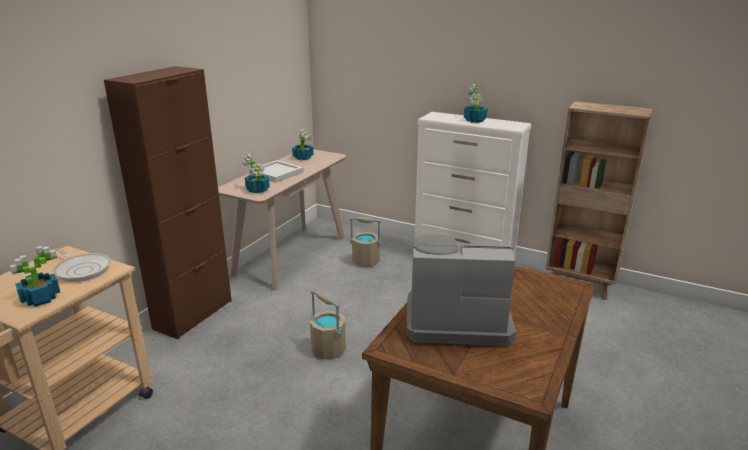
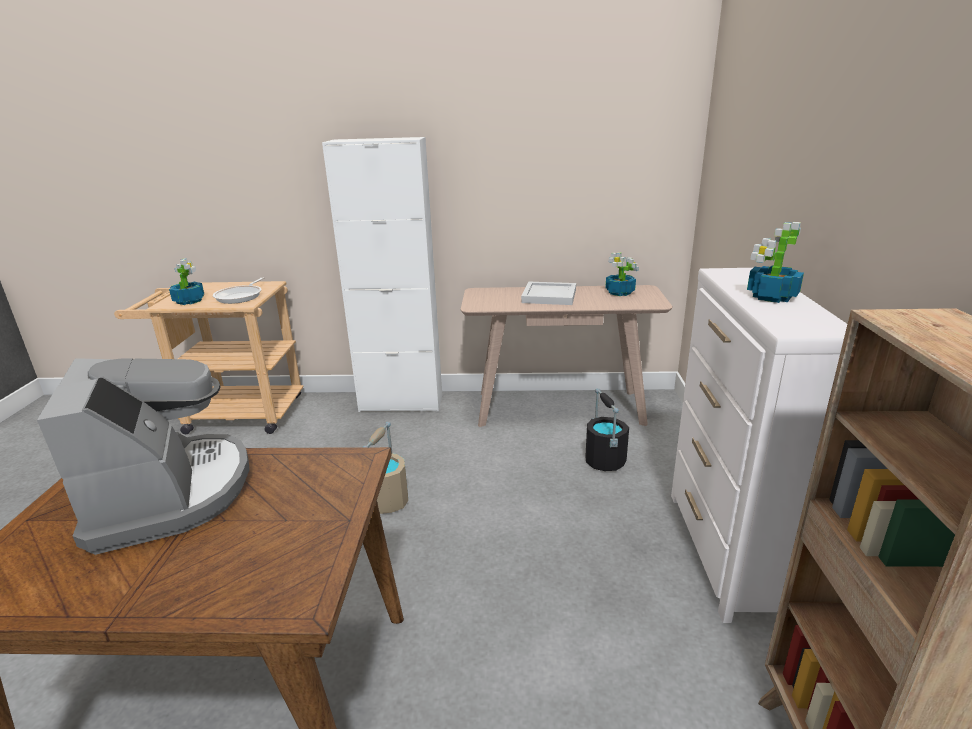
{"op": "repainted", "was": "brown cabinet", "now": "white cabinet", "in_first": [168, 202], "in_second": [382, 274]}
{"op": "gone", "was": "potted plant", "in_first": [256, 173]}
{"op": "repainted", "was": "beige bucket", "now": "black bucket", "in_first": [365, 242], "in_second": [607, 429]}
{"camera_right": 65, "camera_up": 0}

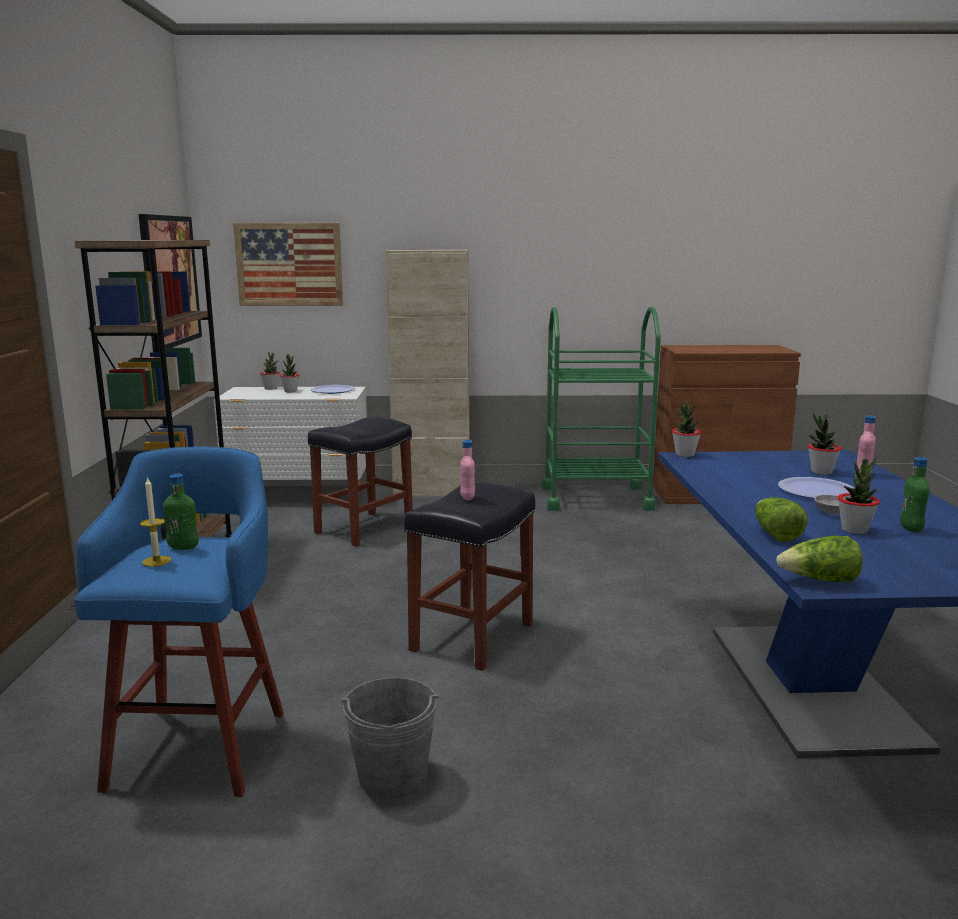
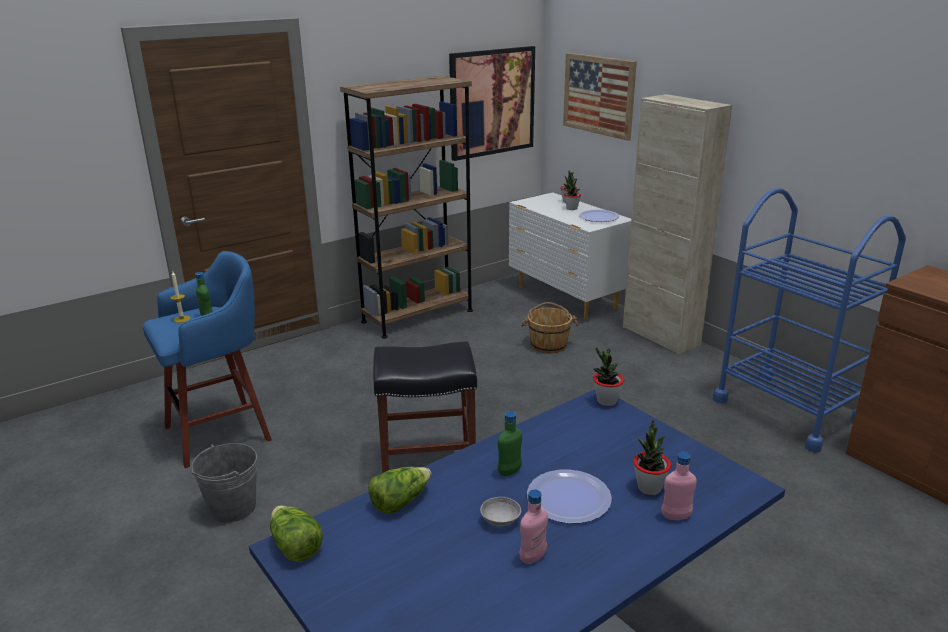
{"op": "repainted", "was": "green cart", "now": "blue cart", "in_first": [601, 409], "in_second": [809, 320]}
{"op": "swapped", "was": "black stool", "now": "brown bucket", "in_first": [360, 482], "in_second": [550, 328]}
{"op": "shifted", "was": "pink bottle", "in_first": [467, 470], "in_second": [533, 526]}
{"op": "gone", "was": "potted plant", "in_first": [858, 495]}
{"op": "shifted", "was": "green bottle", "in_first": [915, 495], "in_second": [510, 443]}
{"camera_right": 55, "camera_up": 10}

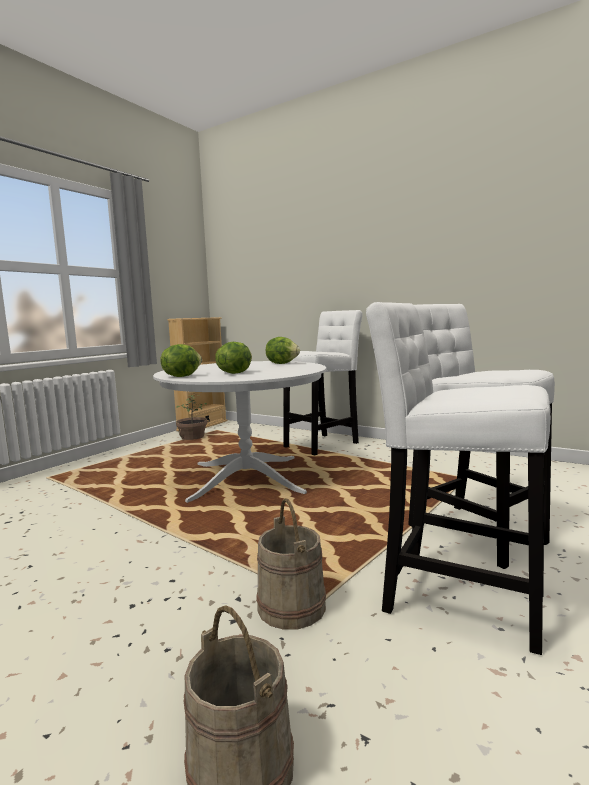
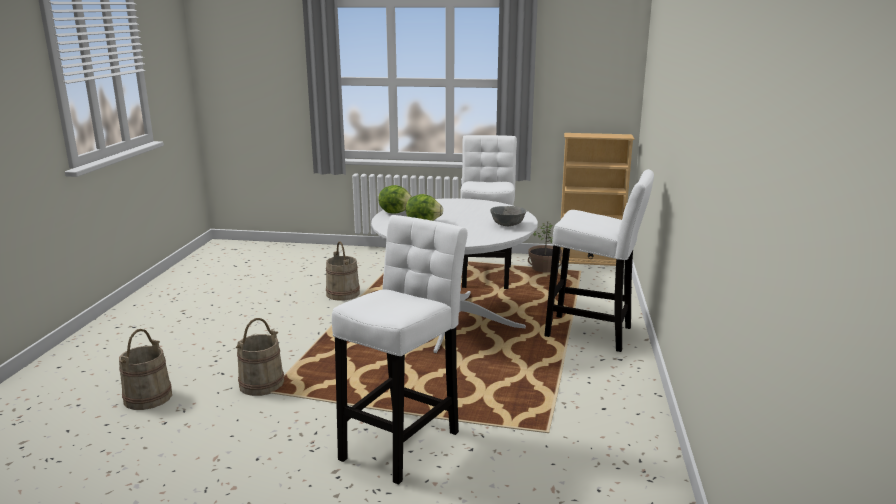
{"op": "shifted", "was": "white stool", "in_first": [458, 478], "in_second": [488, 212]}
{"op": "swapped", "was": "lettuce", "now": "grey bowl", "in_first": [283, 350], "in_second": [508, 216]}
{"op": "new", "now": "beige bucket", "in_second": [343, 271]}
{"camera_right": 65, "camera_up": 10}

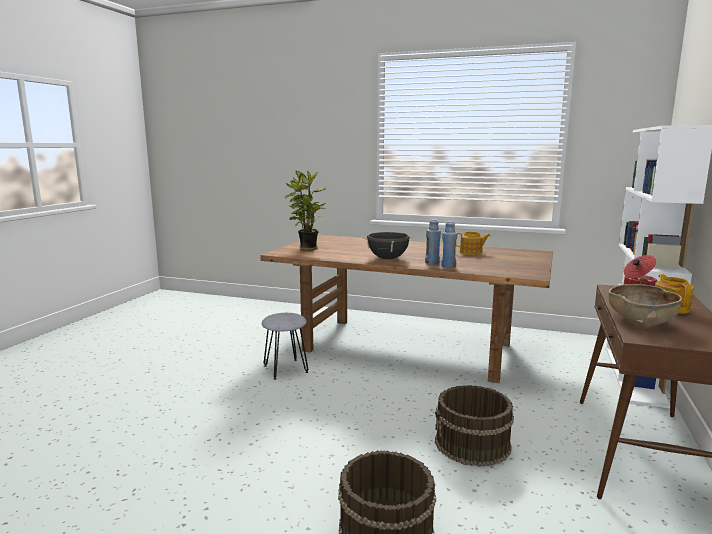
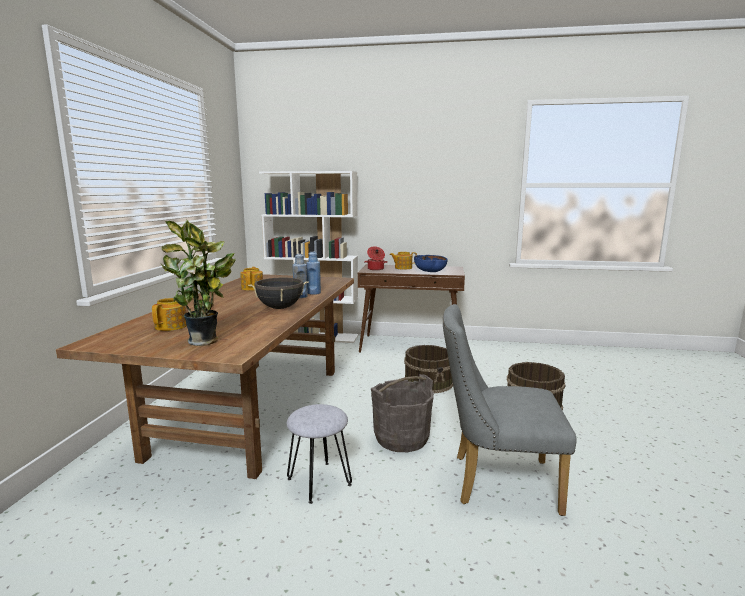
{"op": "repainted", "was": "brown bowl", "now": "blue bowl", "in_first": [645, 304], "in_second": [431, 263]}
{"op": "new", "now": "teapot", "in_second": [169, 314]}
{"op": "new", "now": "grey chair", "in_second": [510, 410]}
{"op": "new", "now": "grey bucket", "in_second": [402, 413]}
{"camera_right": -100, "camera_up": 0}

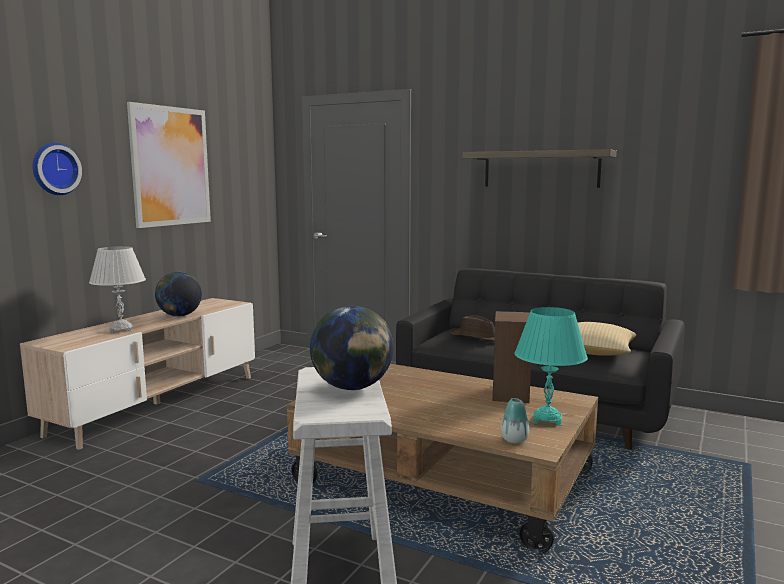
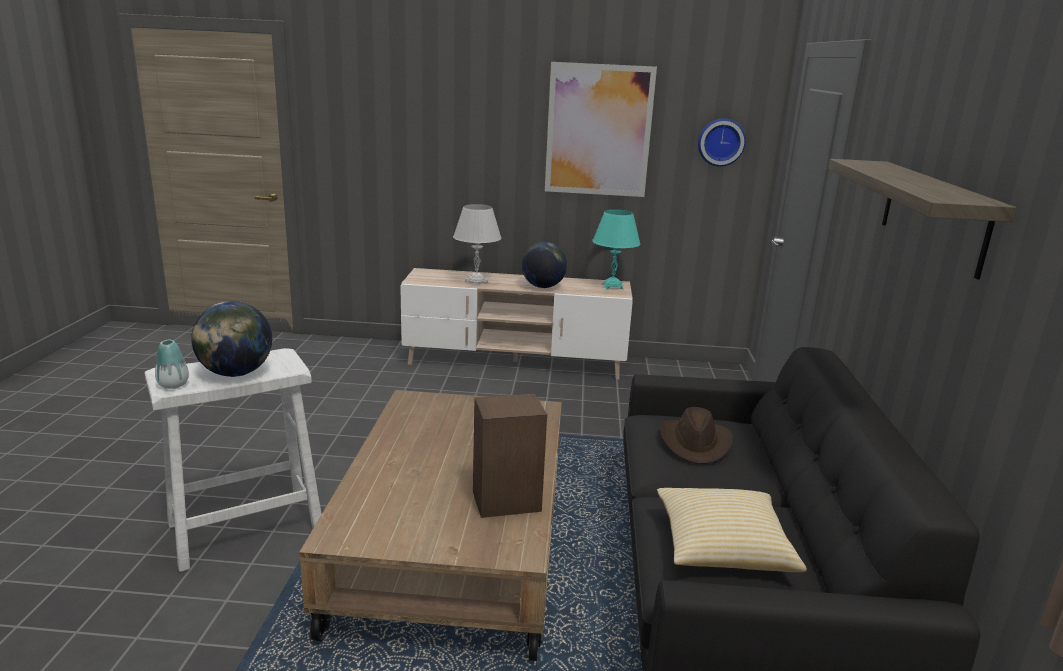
{"op": "shifted", "was": "wall clock", "in_first": [57, 169], "in_second": [722, 142]}
{"op": "shifted", "was": "turquoise table lamp", "in_first": [551, 366], "in_second": [616, 249]}
{"op": "shifted", "was": "vase", "in_first": [515, 420], "in_second": [172, 364]}
{"camera_right": 65, "camera_up": 10}

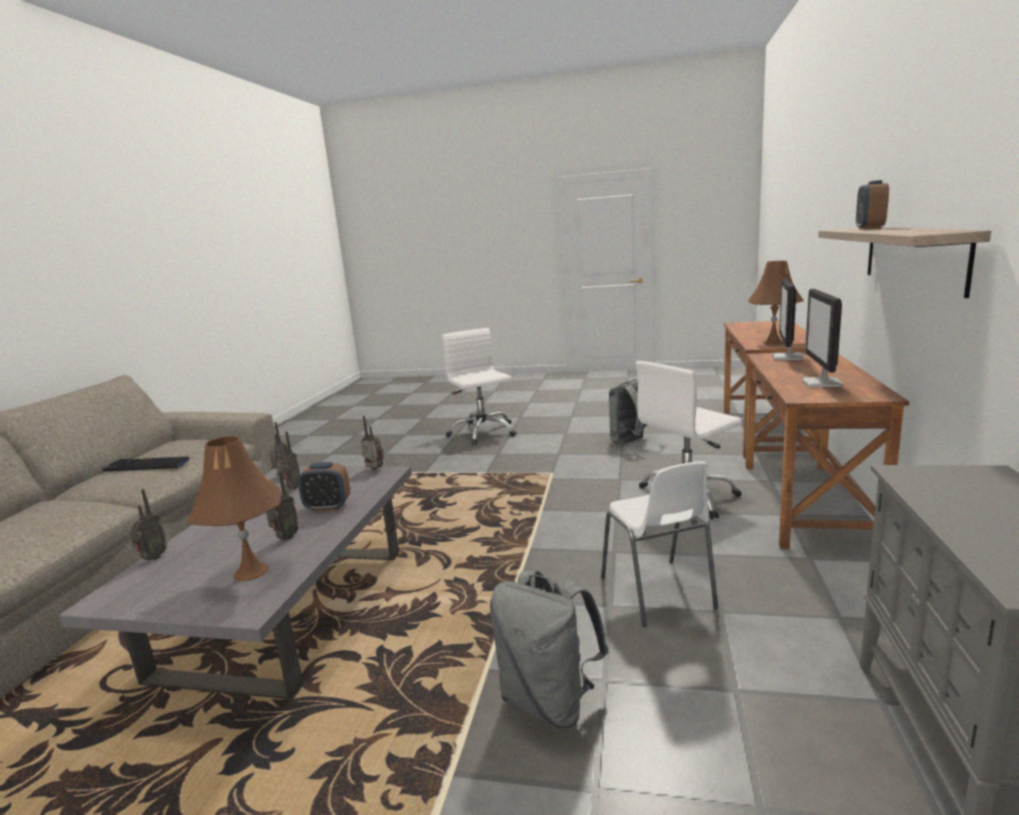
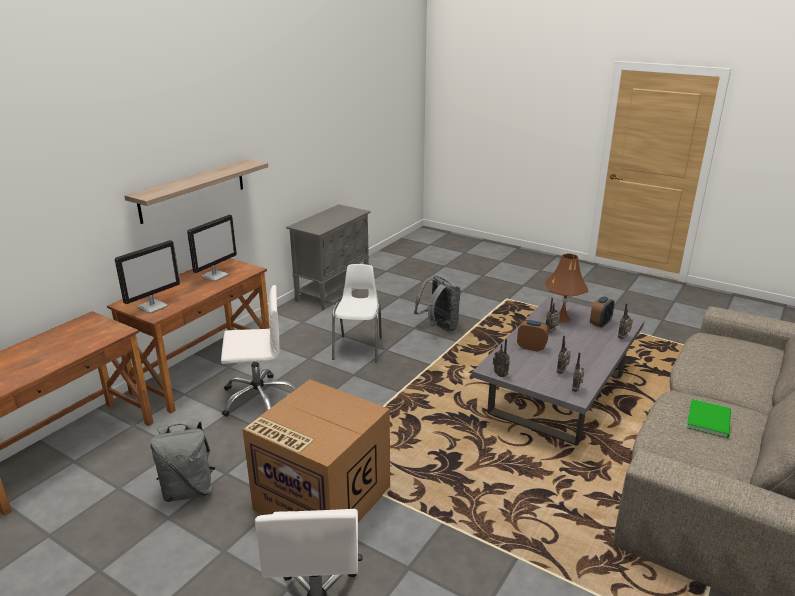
{"op": "shifted", "was": "alarm clock", "in_first": [872, 205], "in_second": [602, 312]}
{"op": "gone", "was": "brown table lamp", "in_first": [776, 303]}
{"op": "swapped", "was": "keyboard", "now": "green book", "in_first": [146, 464], "in_second": [709, 418]}
{"op": "new", "now": "cardboard box", "in_second": [316, 450]}
{"camera_right": -160, "camera_up": 10}

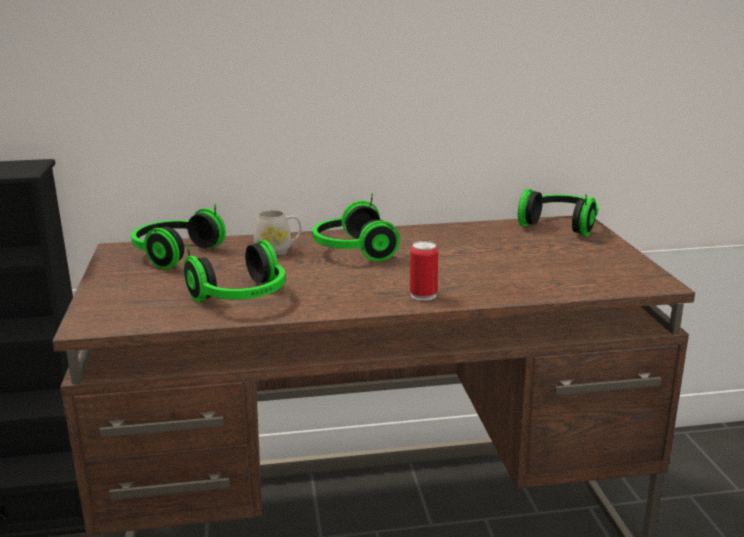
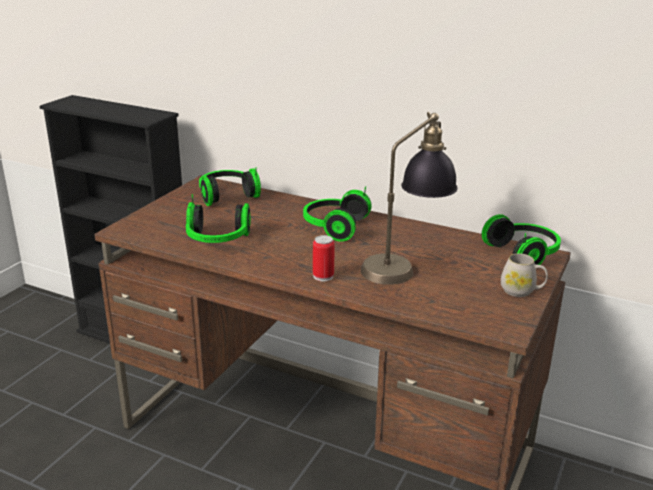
{"op": "shifted", "was": "white mug", "in_first": [277, 232], "in_second": [524, 275]}
{"op": "new", "now": "table lamp", "in_second": [409, 198]}
{"camera_right": 35, "camera_up": 5}

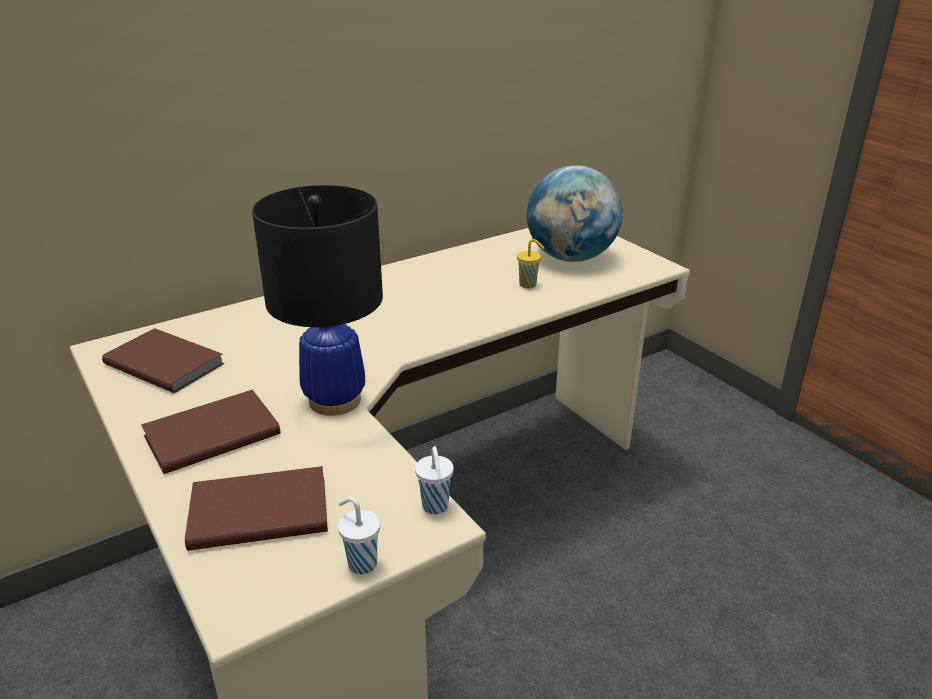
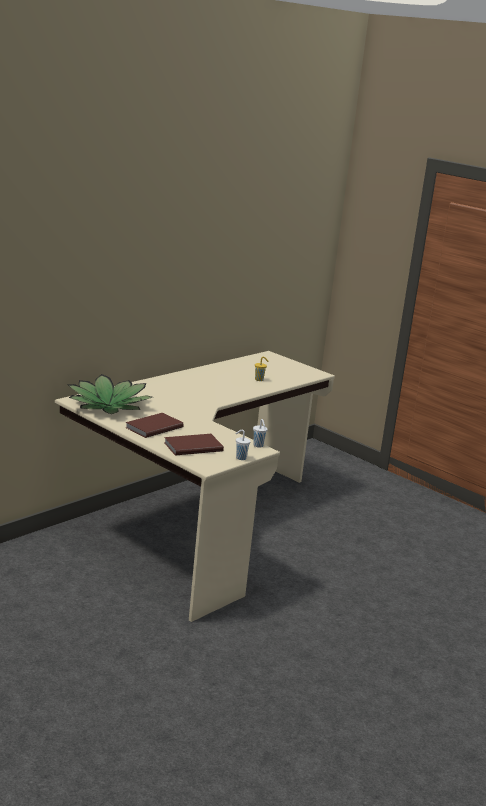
{"op": "gone", "was": "globe", "in_first": [575, 213]}
{"op": "gone", "was": "black table lamp", "in_first": [317, 300]}
{"op": "swapped", "was": "brown book", "now": "potted plant", "in_first": [163, 360], "in_second": [110, 394]}
{"camera_right": -15, "camera_up": -10}

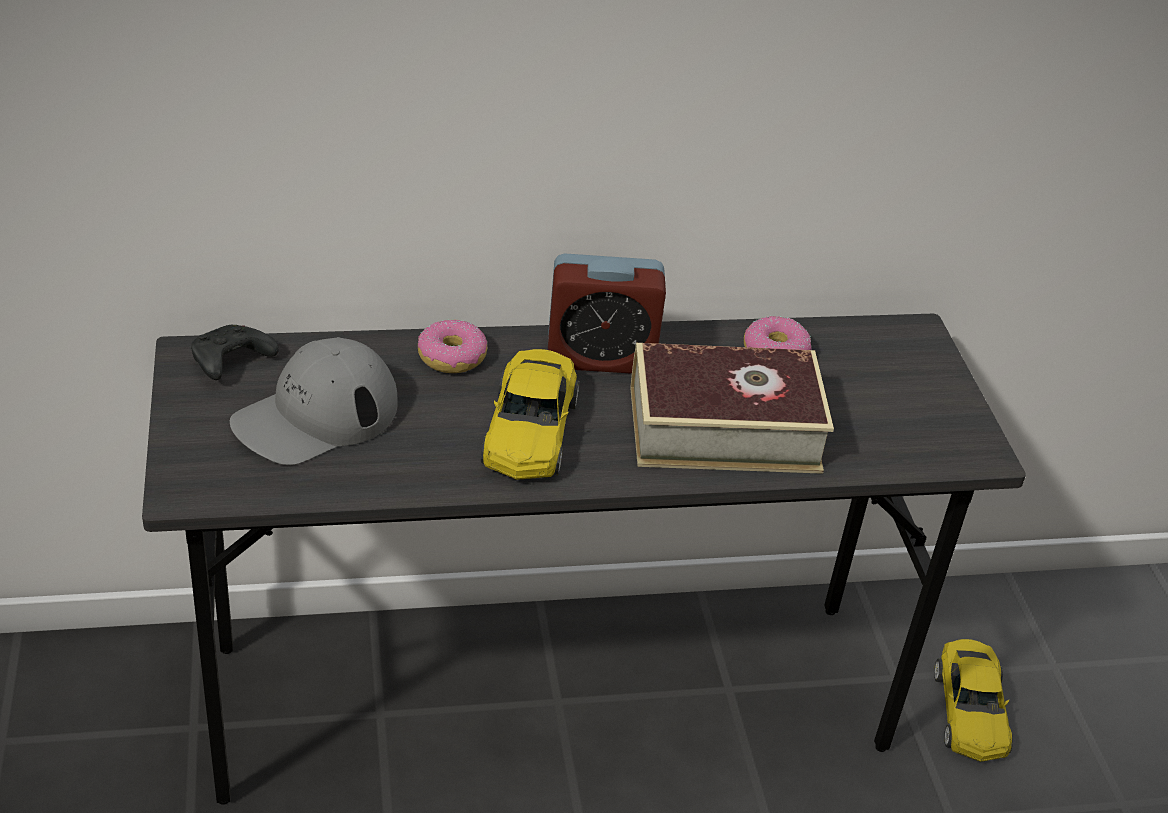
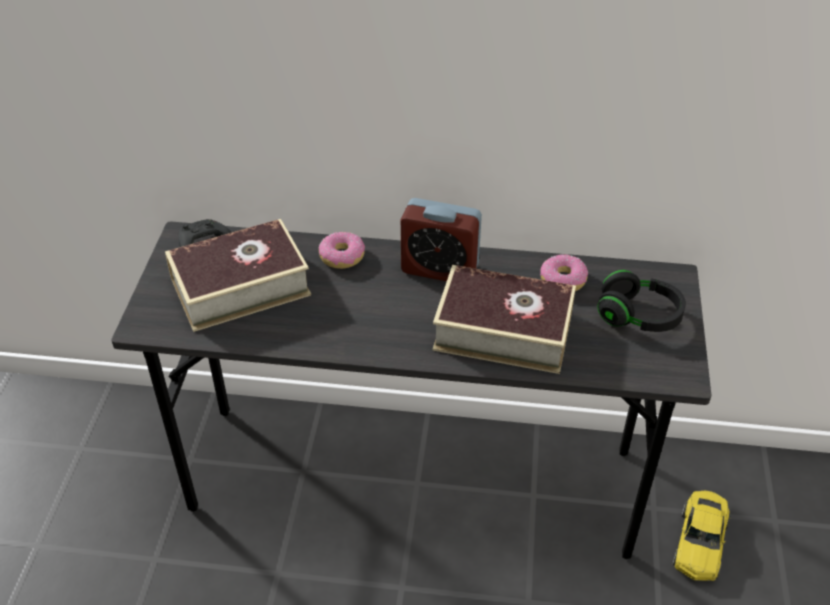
{"op": "swapped", "was": "grey cap", "now": "book", "in_first": [314, 401], "in_second": [238, 275]}
{"op": "gone", "was": "yellow toy car", "in_first": [530, 414]}
{"op": "new", "now": "black headphones", "in_second": [641, 301]}
{"camera_right": 20, "camera_up": 5}

